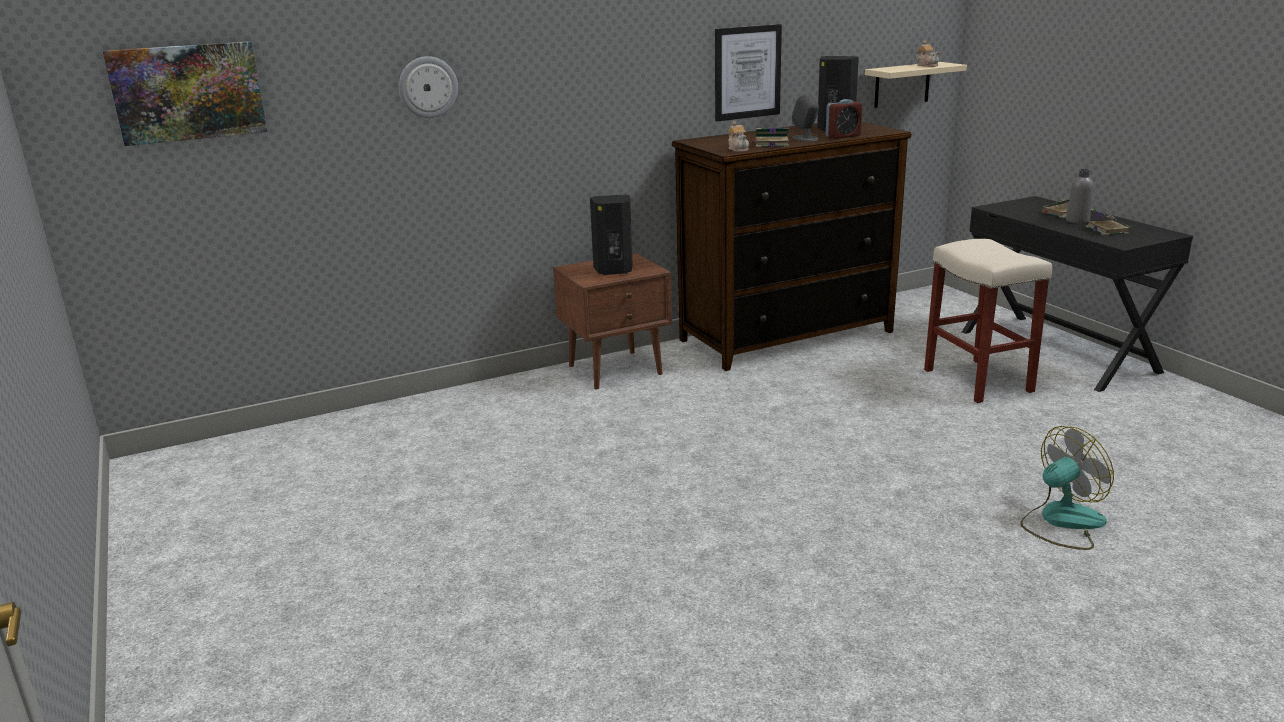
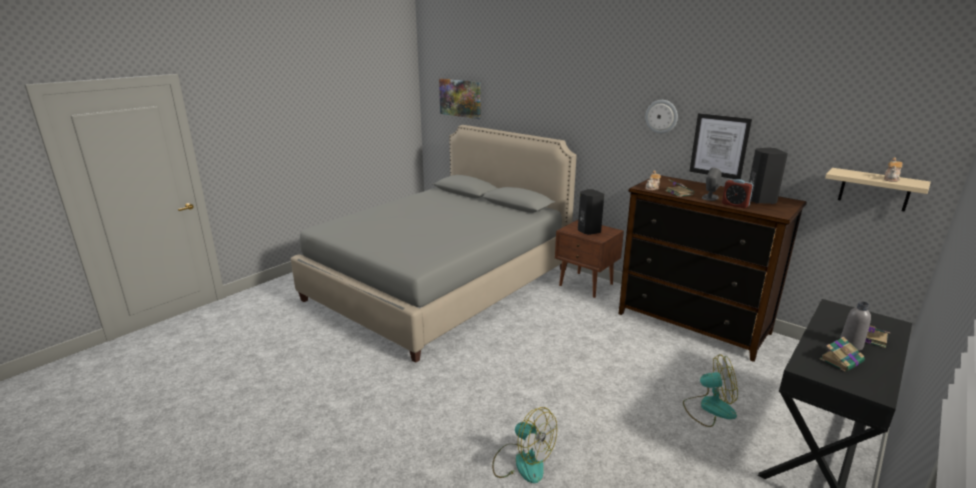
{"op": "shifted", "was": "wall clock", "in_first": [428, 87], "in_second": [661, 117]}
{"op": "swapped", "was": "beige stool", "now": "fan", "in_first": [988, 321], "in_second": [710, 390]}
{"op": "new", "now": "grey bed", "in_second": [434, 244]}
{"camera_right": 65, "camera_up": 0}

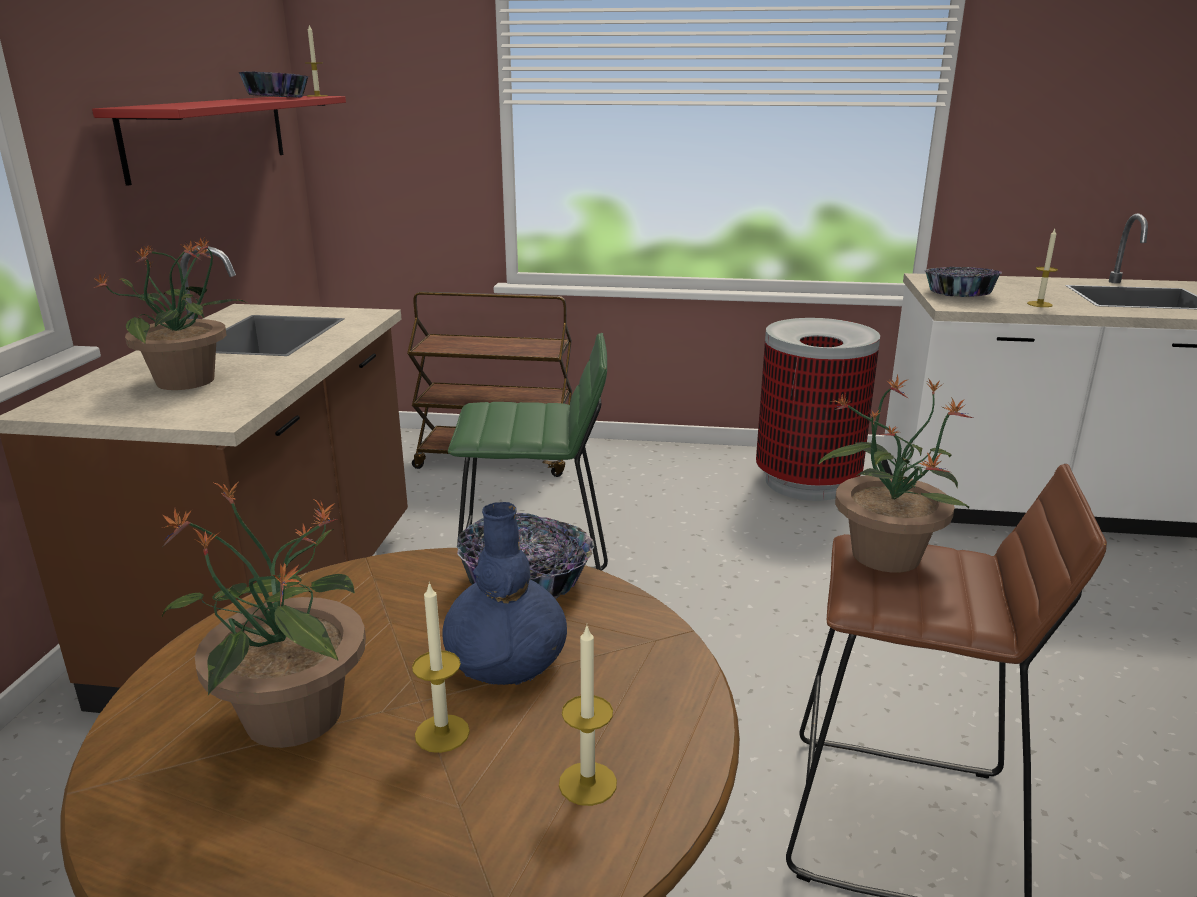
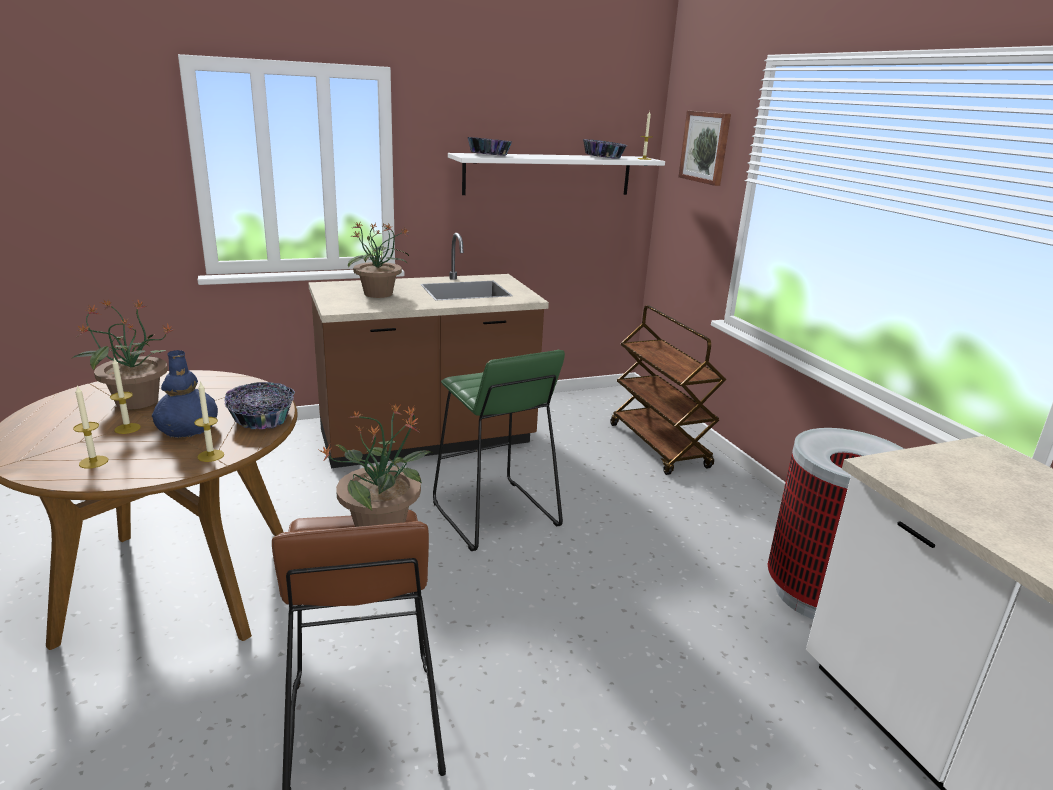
{"op": "repainted", "was": "red shelf", "now": "white shelf", "in_first": [219, 141], "in_second": [556, 174]}
{"op": "shifted", "was": "candle", "in_first": [1042, 268], "in_second": [209, 421]}
{"op": "shifted", "was": "bowl", "in_first": [963, 282], "in_second": [490, 146]}
{"op": "new", "now": "picture", "in_second": [705, 148]}
{"camera_right": 60, "camera_up": 0}

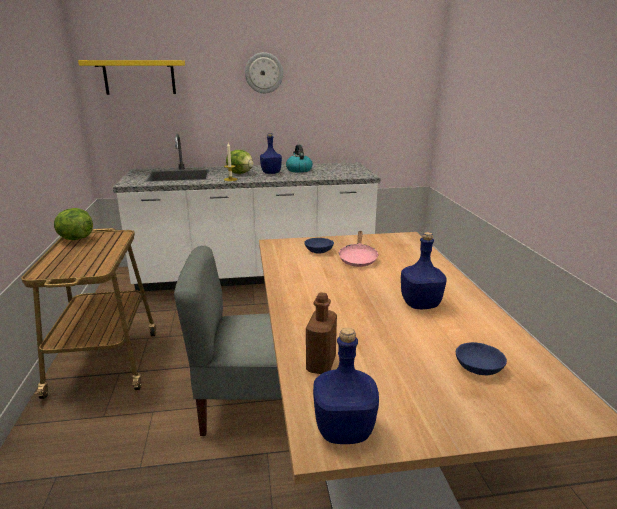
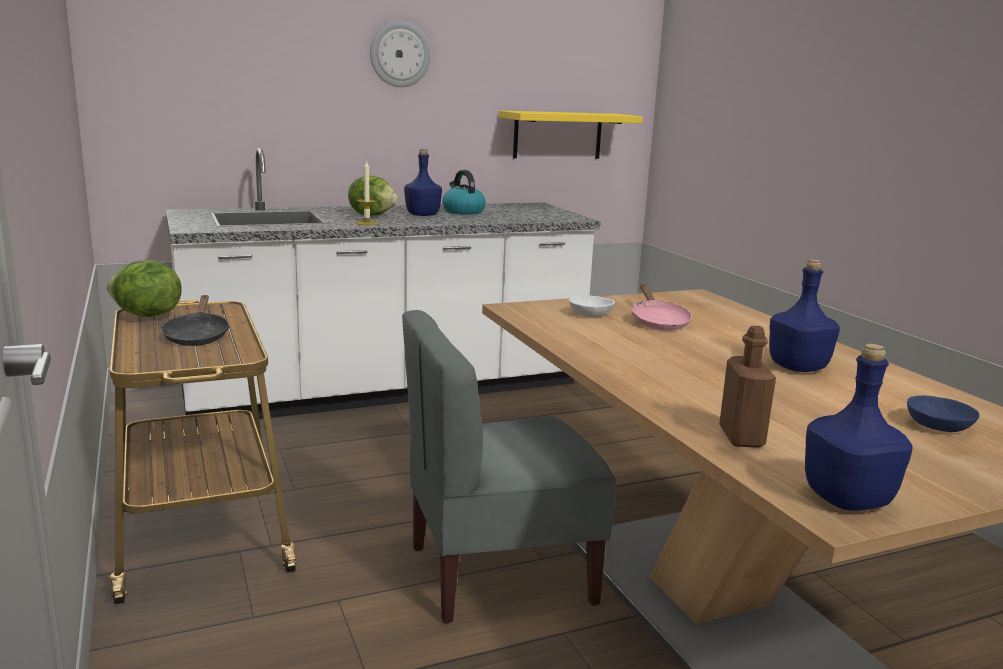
{"op": "shifted", "was": "yellow shelf", "in_first": [131, 77], "in_second": [571, 134]}
{"op": "repainted", "was": "blue bowl", "now": "white bowl", "in_first": [319, 246], "in_second": [592, 306]}
{"op": "new", "now": "black frying pan", "in_second": [195, 320]}
{"camera_right": -15, "camera_up": -5}

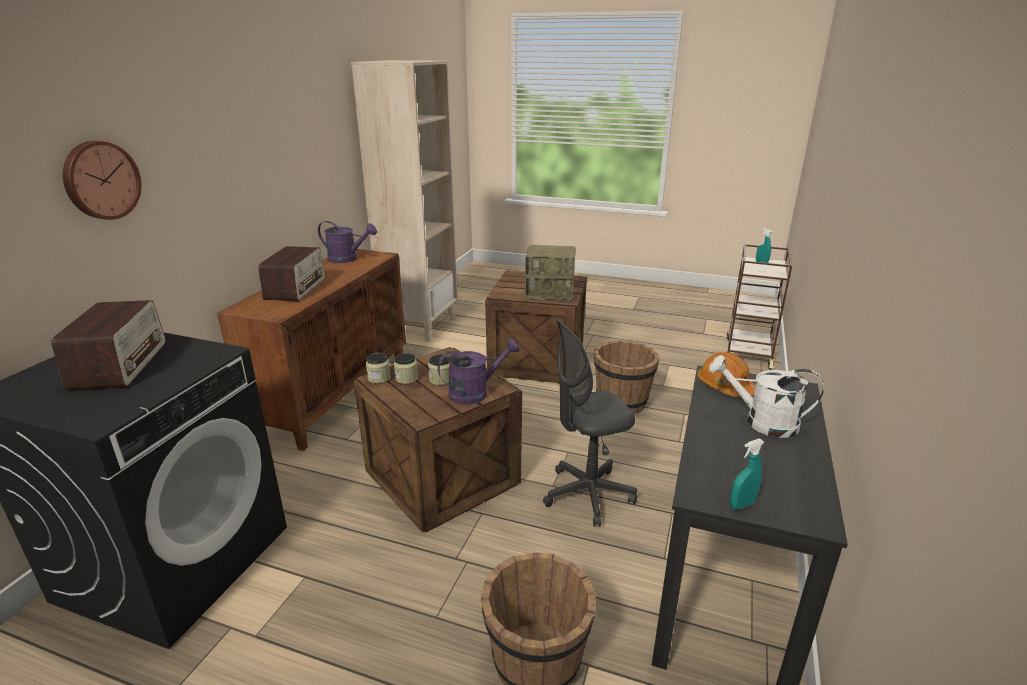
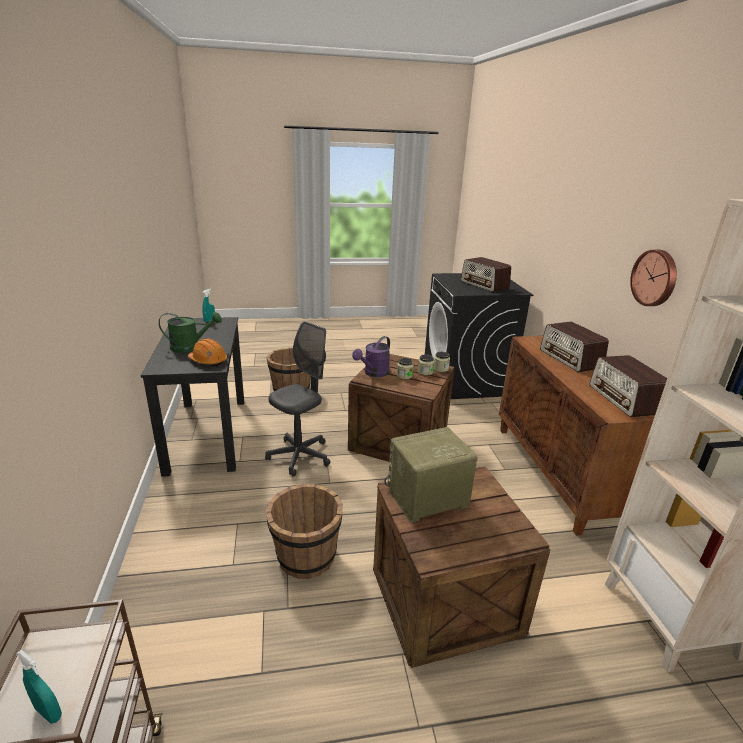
{"op": "shifted", "was": "wall clock", "in_first": [102, 180], "in_second": [653, 278]}
{"op": "swapped", "was": "purple watering can", "now": "radio", "in_first": [347, 242], "in_second": [628, 386]}
{"op": "repainted", "was": "white watering can", "now": "green watering can", "in_first": [766, 396], "in_second": [190, 332]}
{"camera_right": 150, "camera_up": 0}

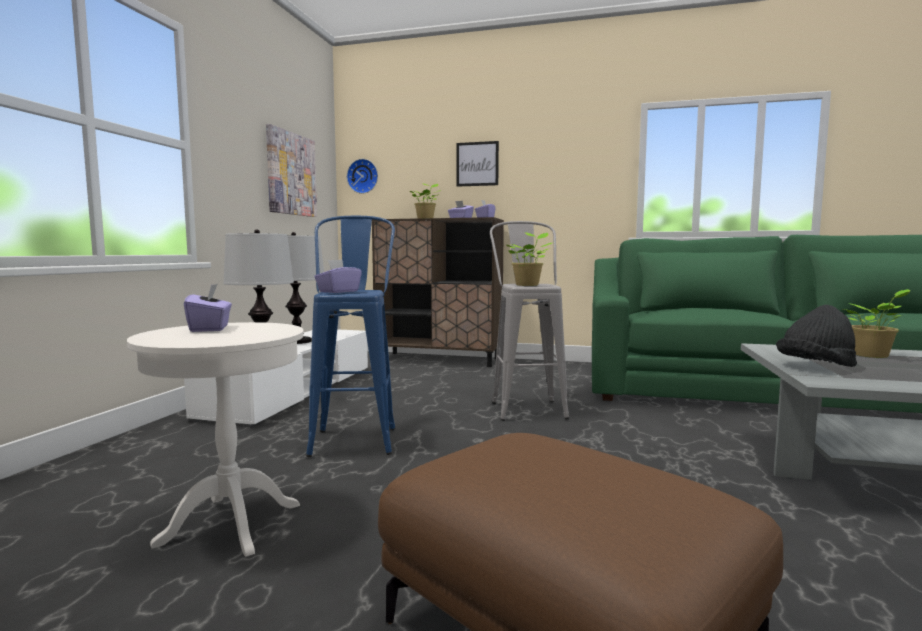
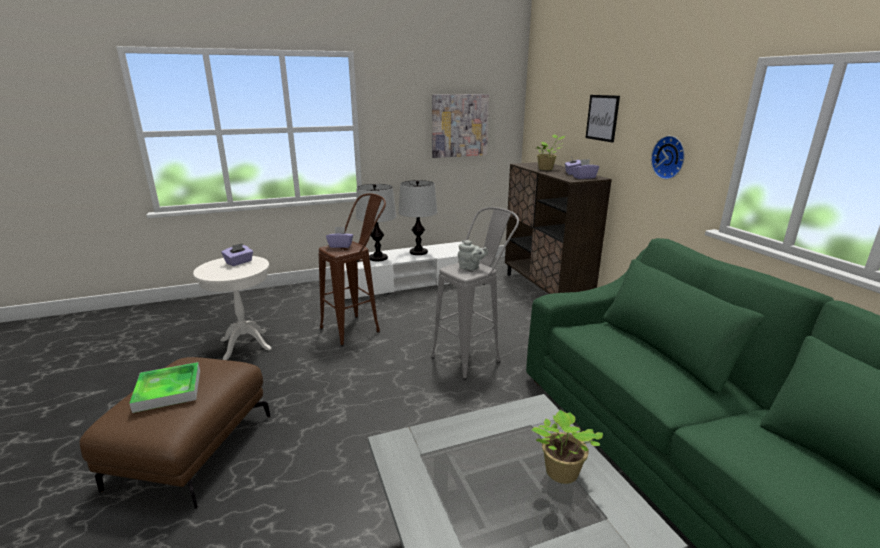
{"op": "shifted", "was": "wall clock", "in_first": [362, 176], "in_second": [668, 157]}
{"op": "repainted", "was": "blue stool", "now": "brown stool", "in_first": [350, 336], "in_second": [352, 269]}
{"op": "swapped", "was": "potted plant", "now": "grey teapot", "in_first": [530, 259], "in_second": [473, 255]}
{"op": "gone", "was": "black hat", "in_first": [816, 336]}
{"op": "new", "now": "tray", "in_second": [164, 387]}
{"camera_right": 55, "camera_up": 15}

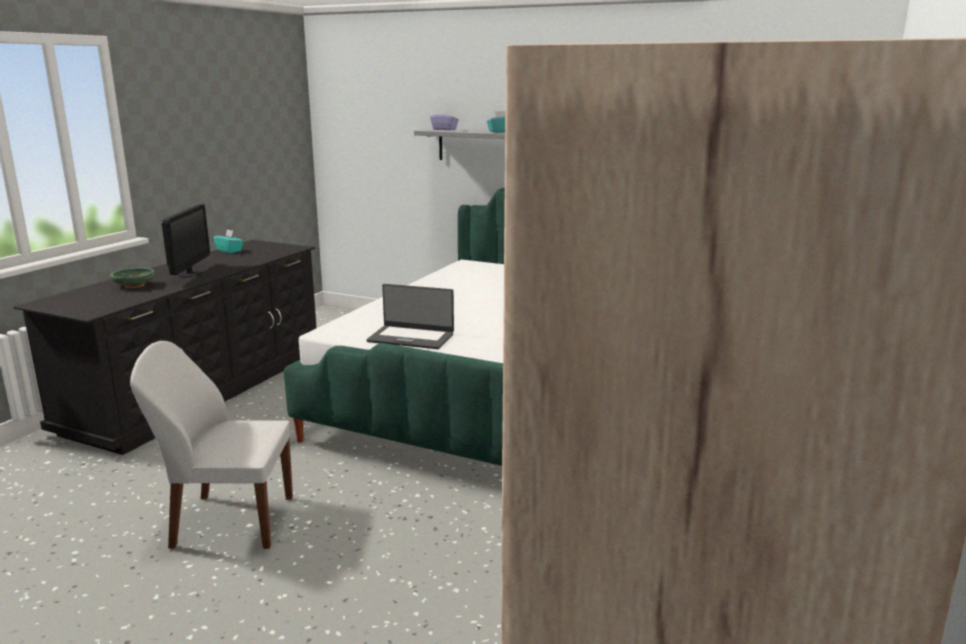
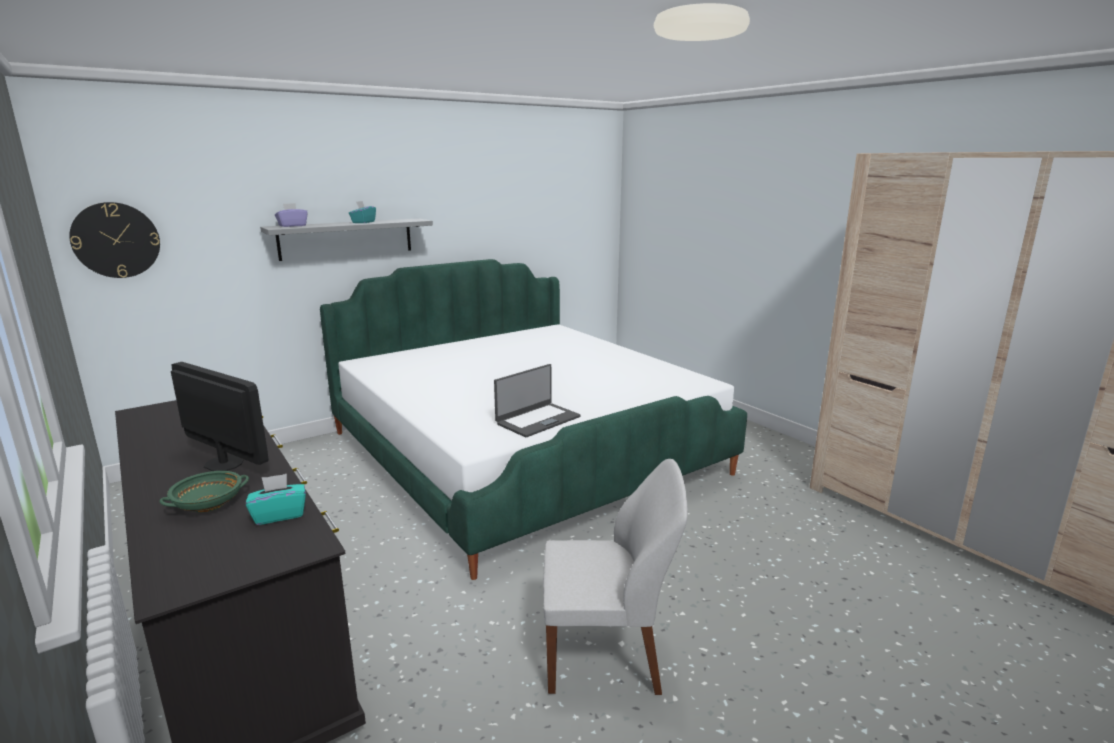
{"op": "shifted", "was": "turquoise tissue box", "in_first": [229, 241], "in_second": [276, 499]}
{"op": "rotated", "was": "white chair", "in_first": [211, 445], "in_second": [615, 577], "clockwise": -120}
{"op": "new", "now": "wall clock", "in_second": [114, 240]}
{"camera_right": -60, "camera_up": 0}

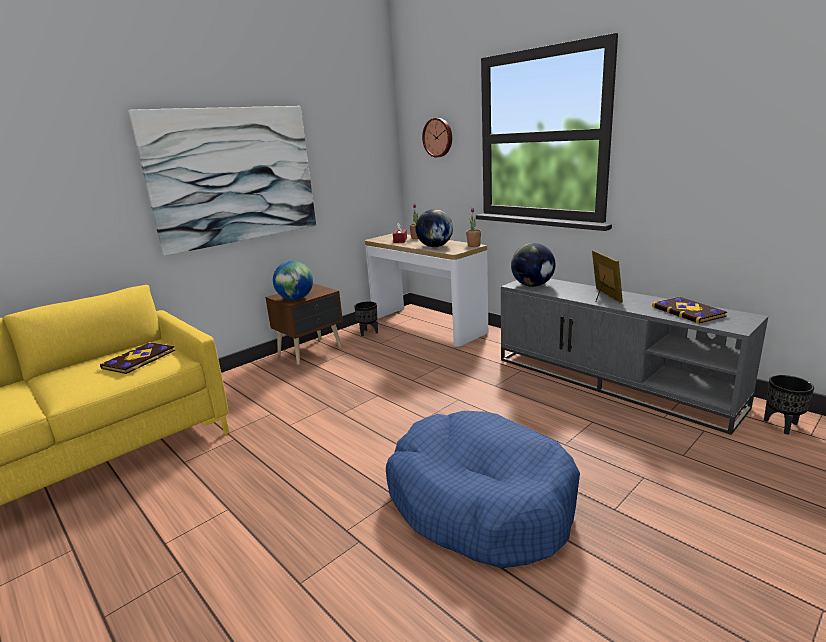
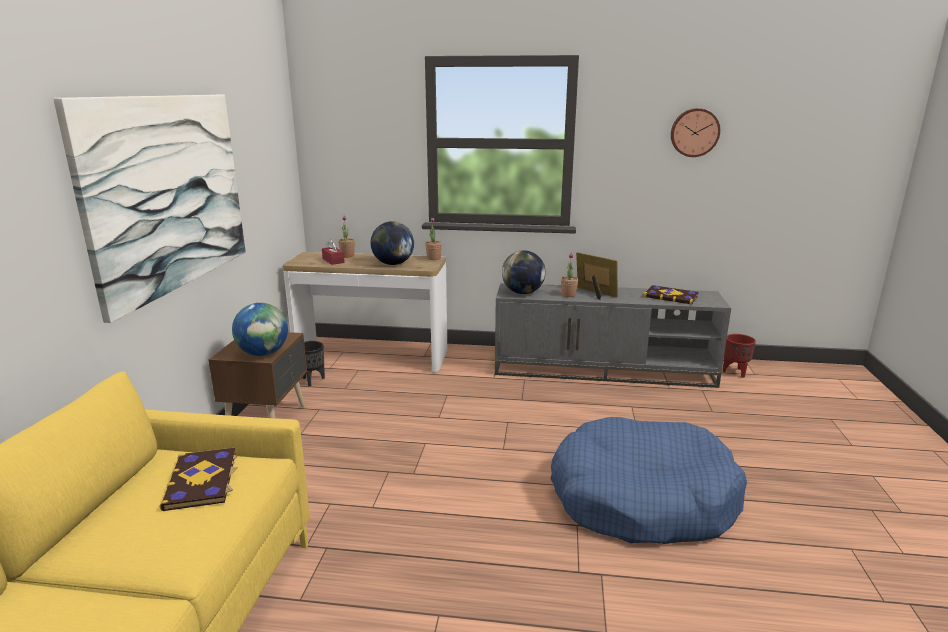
{"op": "shifted", "was": "wall clock", "in_first": [437, 137], "in_second": [695, 132]}
{"op": "repainted", "was": "black planter", "now": "red planter", "in_first": [789, 404], "in_second": [739, 356]}
{"op": "new", "now": "potted plant", "in_second": [569, 275]}
{"camera_right": -40, "camera_up": 0}

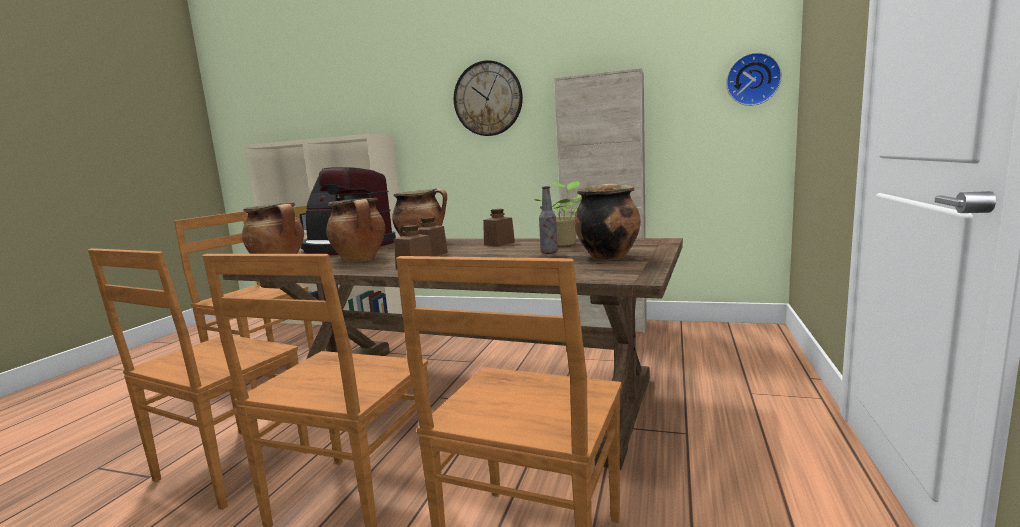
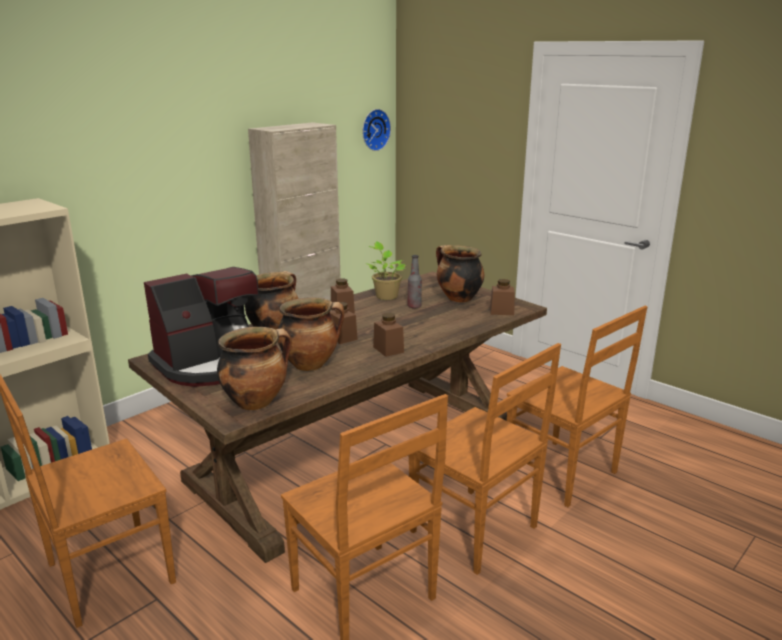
{"op": "gone", "was": "wall clock", "in_first": [488, 98]}
{"op": "new", "now": "brown jar", "in_second": [502, 297]}
{"camera_right": -65, "camera_up": 10}

